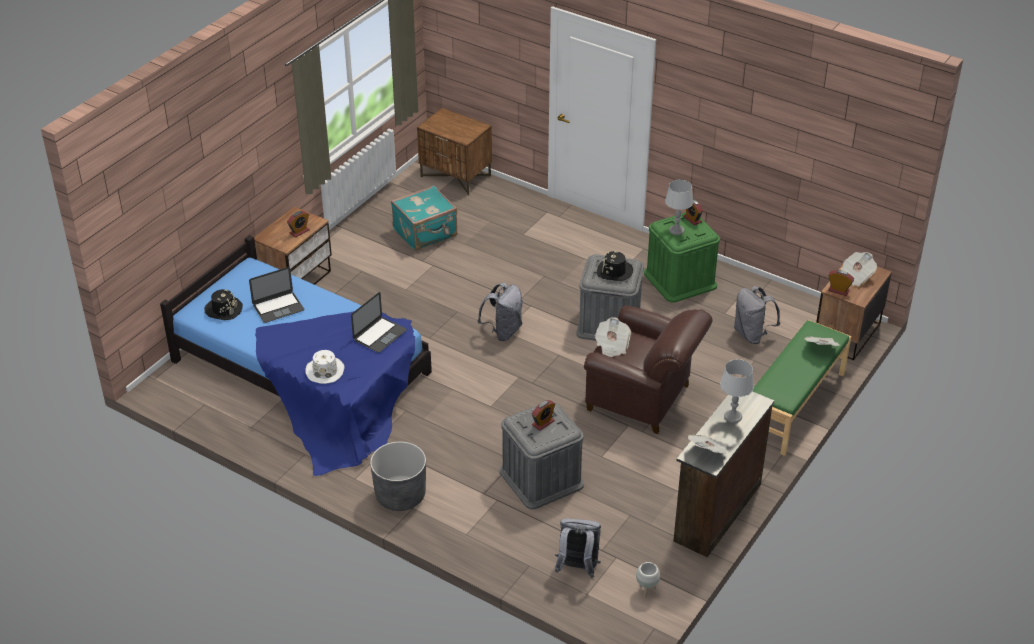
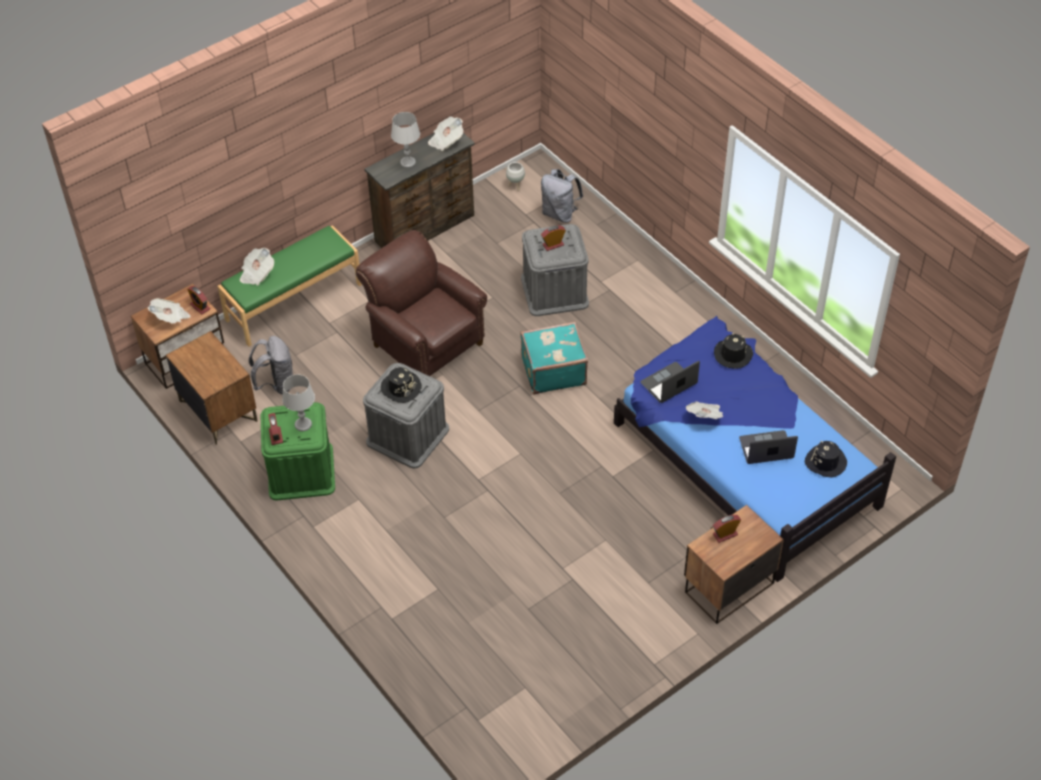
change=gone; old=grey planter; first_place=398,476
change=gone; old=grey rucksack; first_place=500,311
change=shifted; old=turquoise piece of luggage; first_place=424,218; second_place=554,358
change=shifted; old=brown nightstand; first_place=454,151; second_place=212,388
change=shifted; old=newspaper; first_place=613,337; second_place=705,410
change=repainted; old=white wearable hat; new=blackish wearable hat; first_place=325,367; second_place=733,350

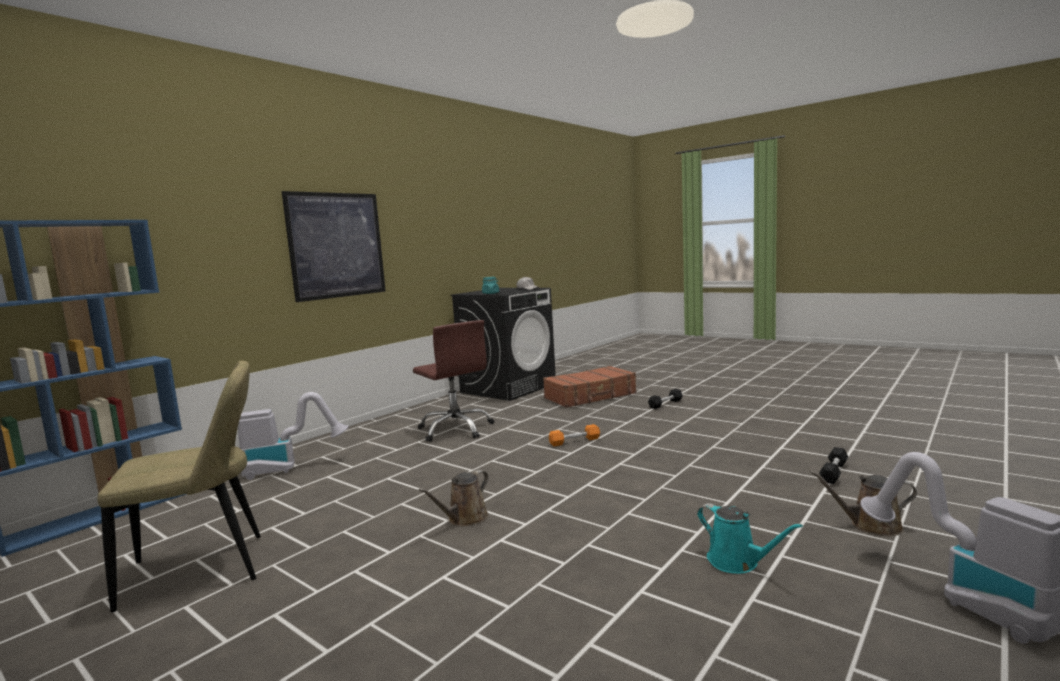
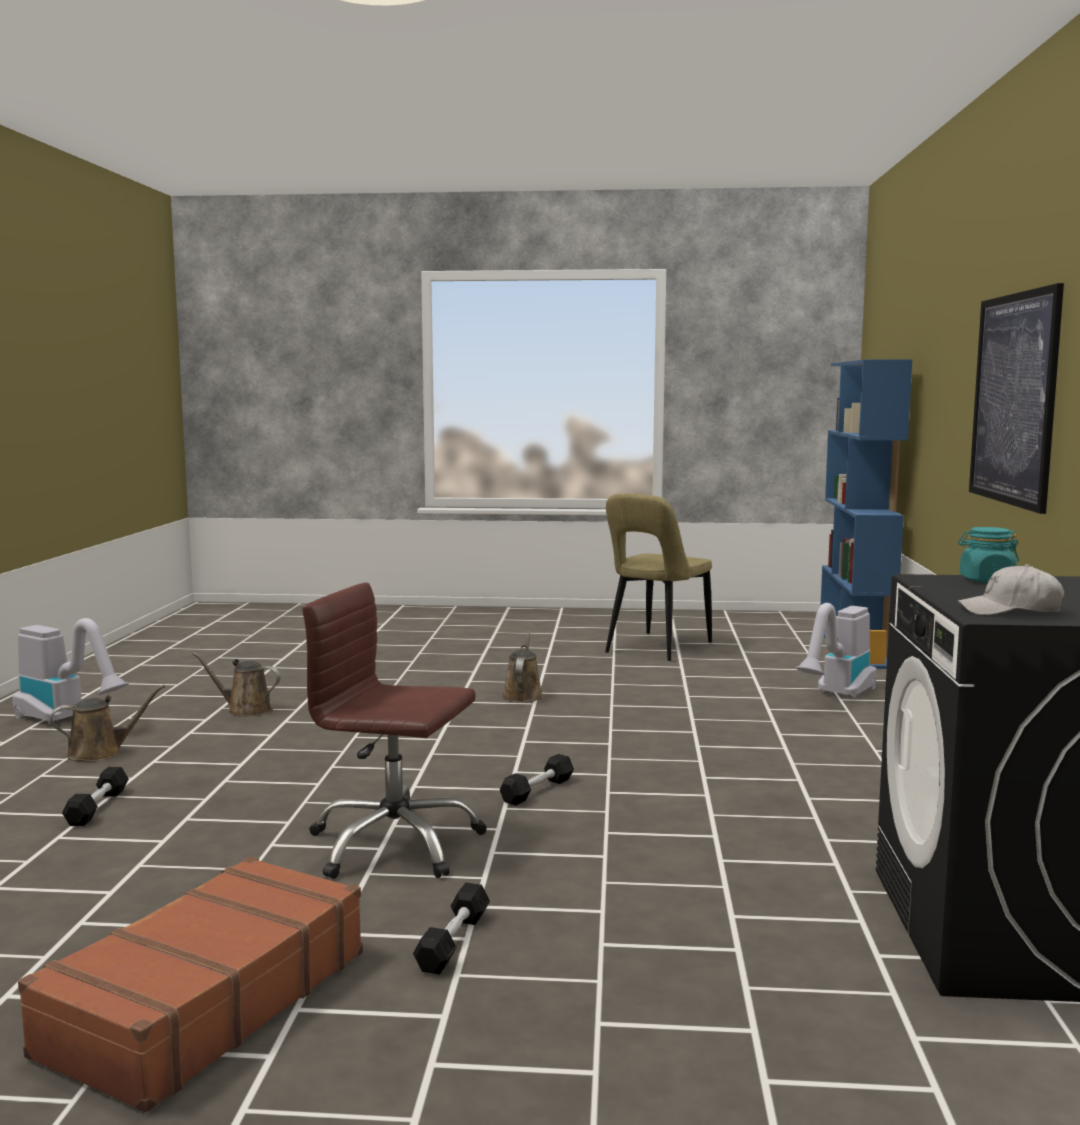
change=shifted; old=brown computer chair; first_place=453,381; second_place=394,730
change=shifted; old=brown piece of luggage; first_place=590,387; second_place=190,984
change=repainted; old=orange-coloured hand weight; new=blackish hand weight; first_place=574,435; second_place=537,779
change=repainted; old=turquoise sprinkling can; new=brown sprinkling can; first_place=750,538; second_place=236,684

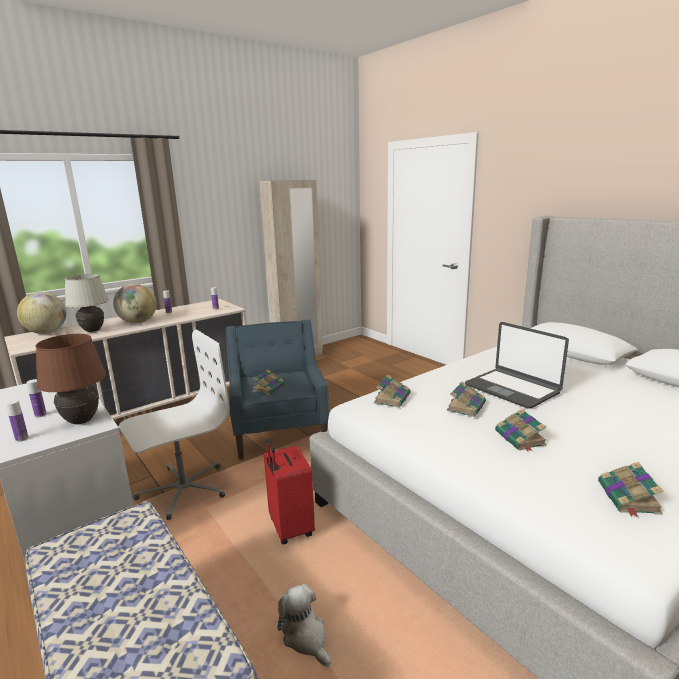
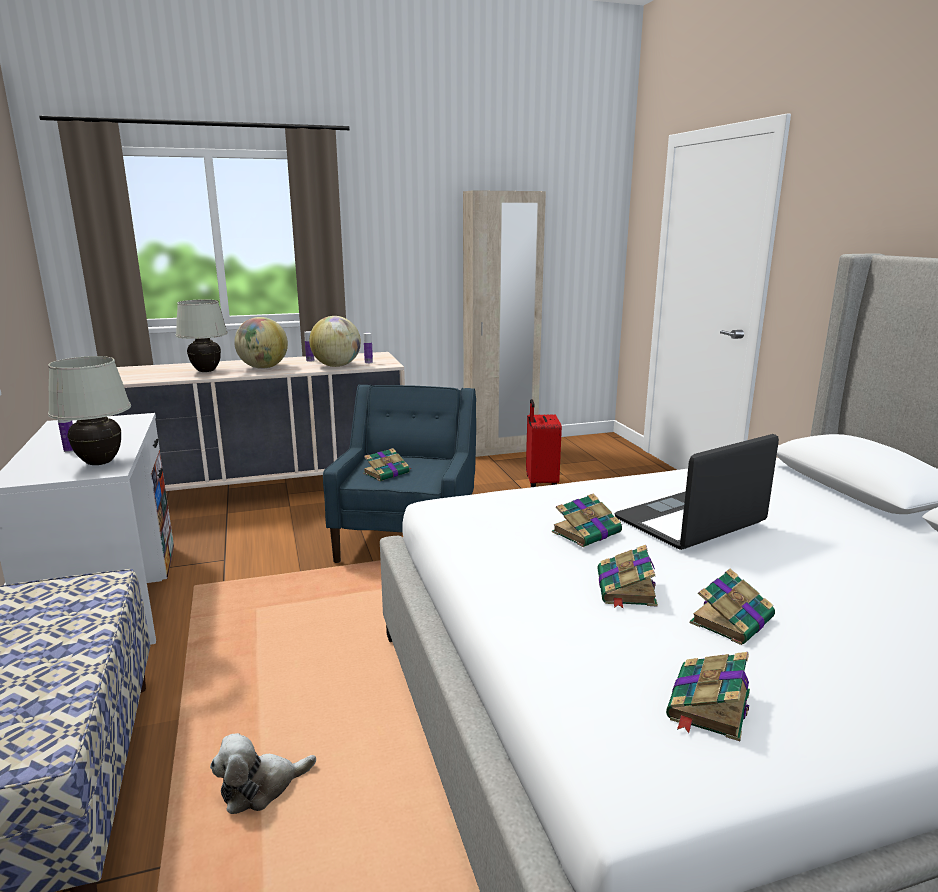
change=gone; old=drink bottle; first_place=17,421
change=gone; old=white computer chair; first_place=174,424
change=shifted; old=world globe; first_place=41,313; second_place=335,341
change=shifted; old=red piece of luggage; first_place=289,491; second_place=544,443
change=shifted; old=volume; first_place=392,391; second_place=732,607
change=repainted; old=brown table lamp; new=white table lamp; first_place=71,379; second_place=89,410
change=rotated; old=cuddly toy; first_place=304,625; second_place=263,773; degrees=-105
change=rotated; old=notebook computer; first_place=517,365; second_place=696,492; degrees=75

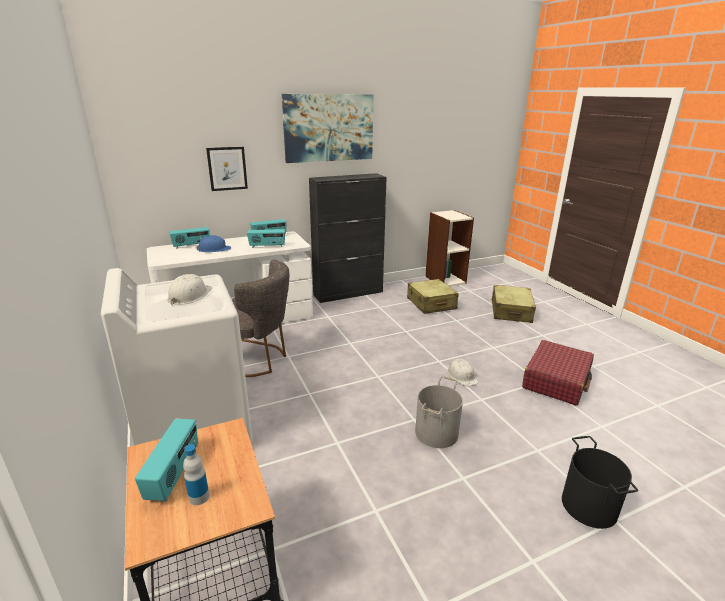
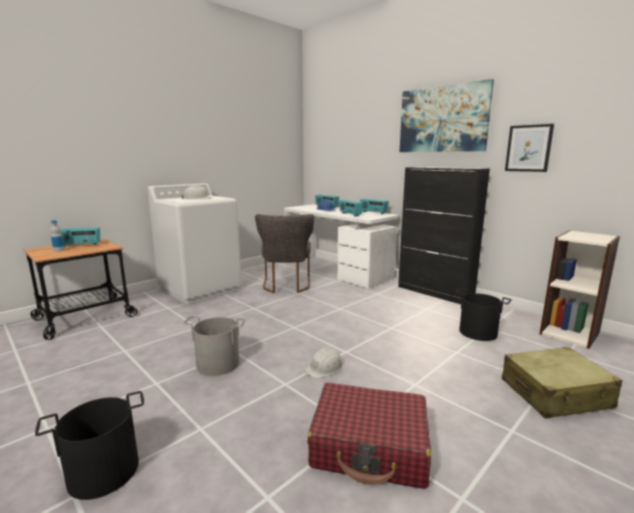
change=shifted; old=picture; first_place=227,169; second_place=529,148
change=swapped; old=sand-coloured piece of luggage; new=blackish bucket; first_place=433,296; second_place=483,315

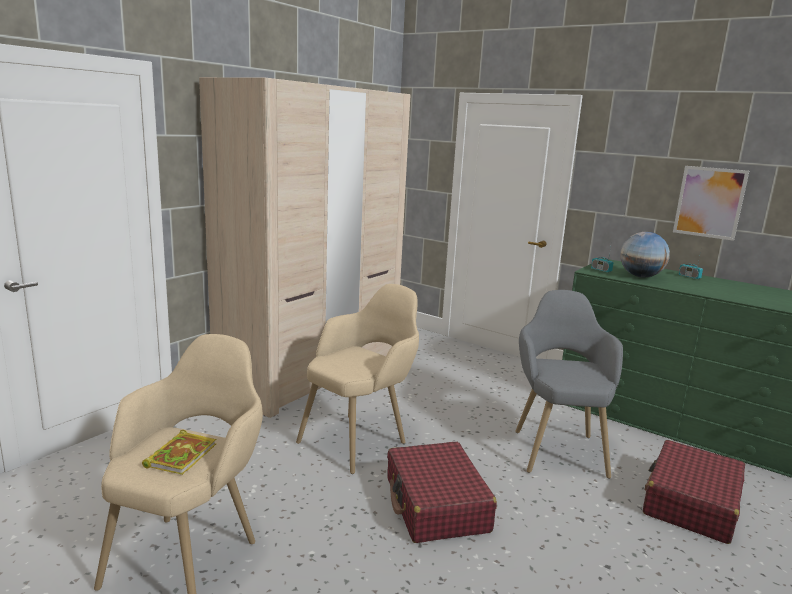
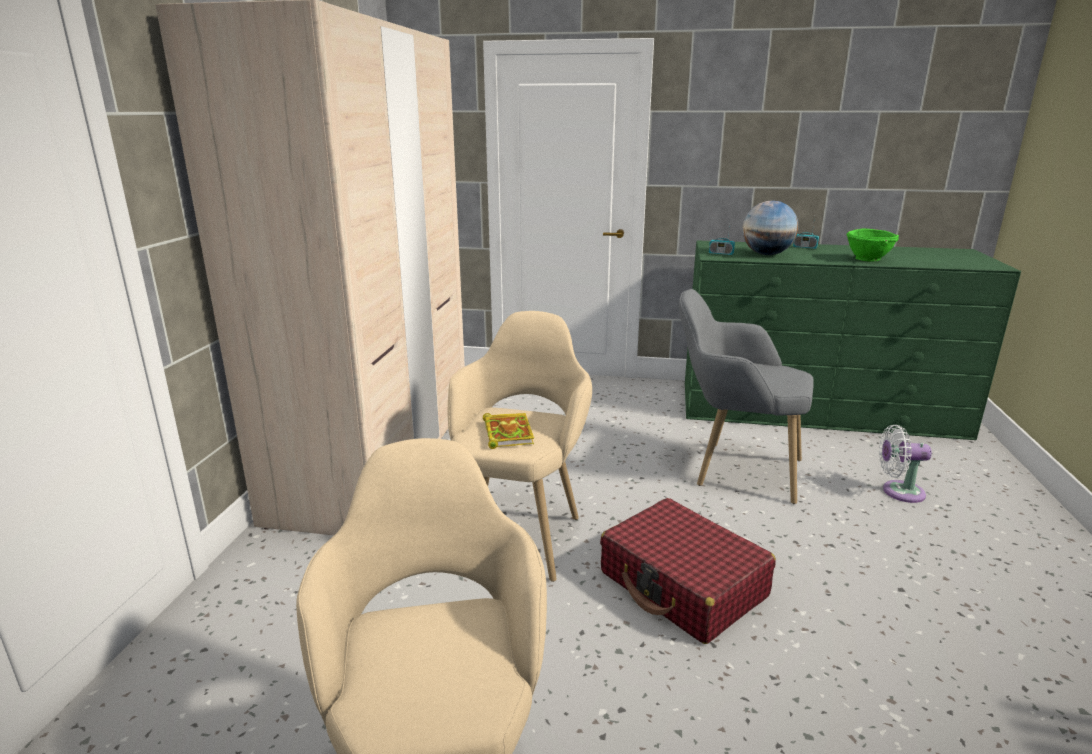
change=gone; old=picture; first_place=711,203
change=new; new=green serving bowl; second_place=873,245
change=shifted; old=volume; first_place=179,452; second_place=508,431
change=swapped; old=red piece of luggage; new=white electric fan; first_place=694,492; second_place=905,464
change=rotated; old=grey easy chair; first_place=569,384; second_place=746,396; degrees=-45

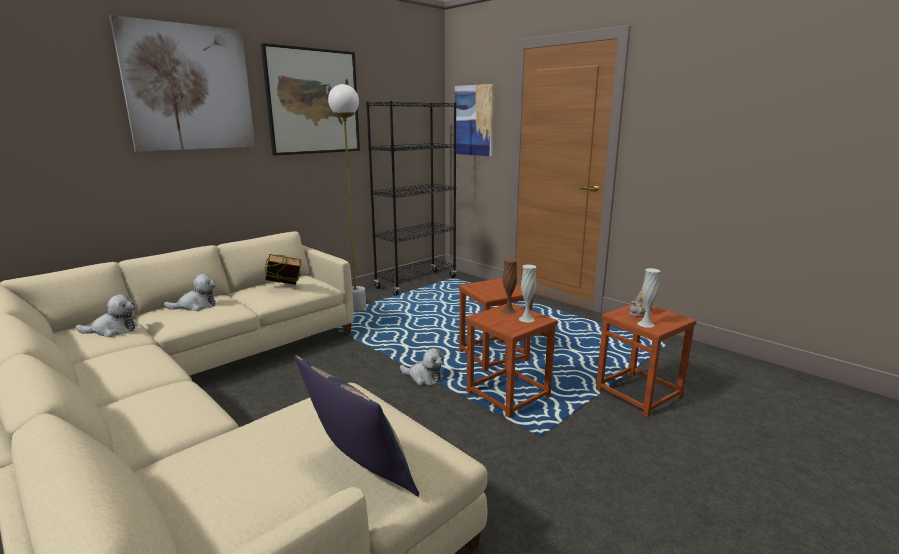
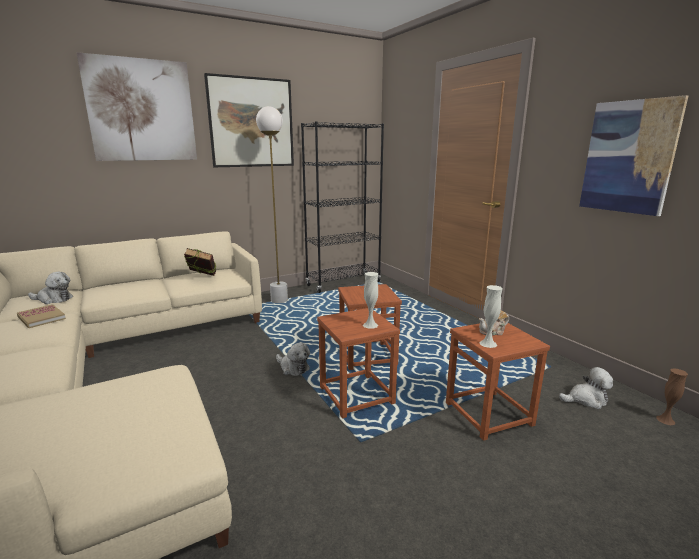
change=gone; old=throw pillow; first_place=357,426
change=new; new=volume; second_place=41,316
change=shifted; old=cuddly toy; first_place=190,292; second_place=586,388
change=shifted; old=picture; first_place=474,120; second_place=633,155
change=shifted; old=brown vase; first_place=509,287; second_place=672,396

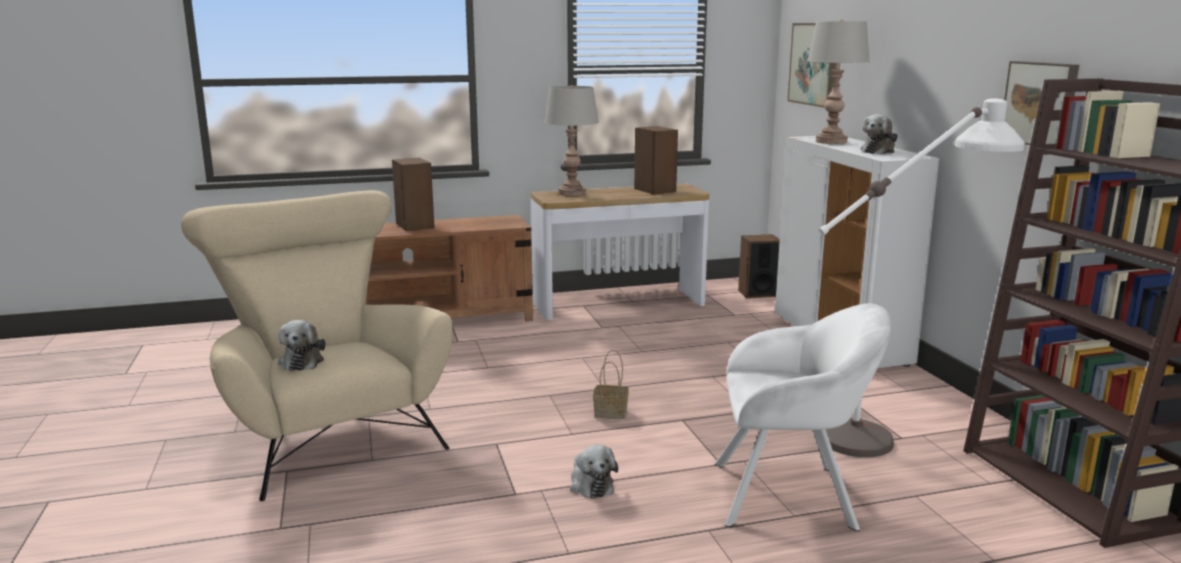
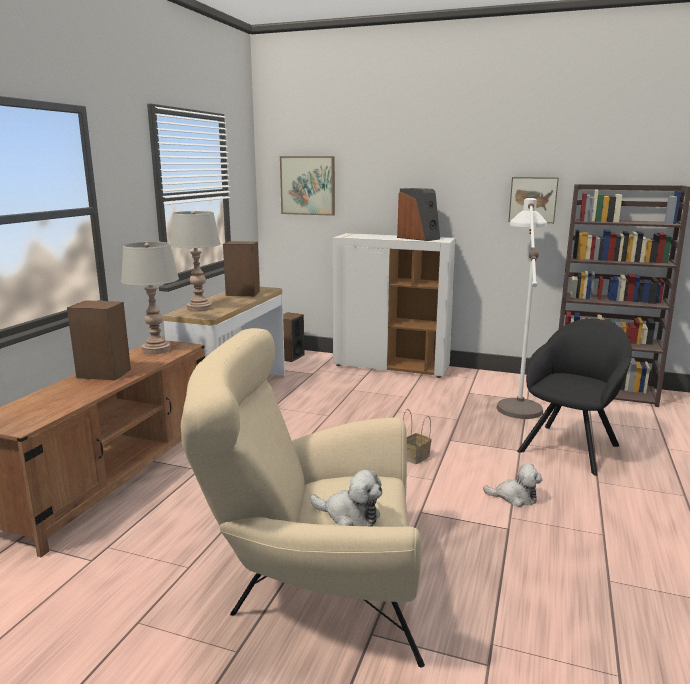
change=shifted; old=grey table lamp; first_place=838,81; second_place=150,298
change=swapped; old=cuddly toy; new=audio speaker; first_place=879,134; second_place=418,214
change=repainted; old=white easy chair; new=blackish easy chair; first_place=803,417; second_place=574,397

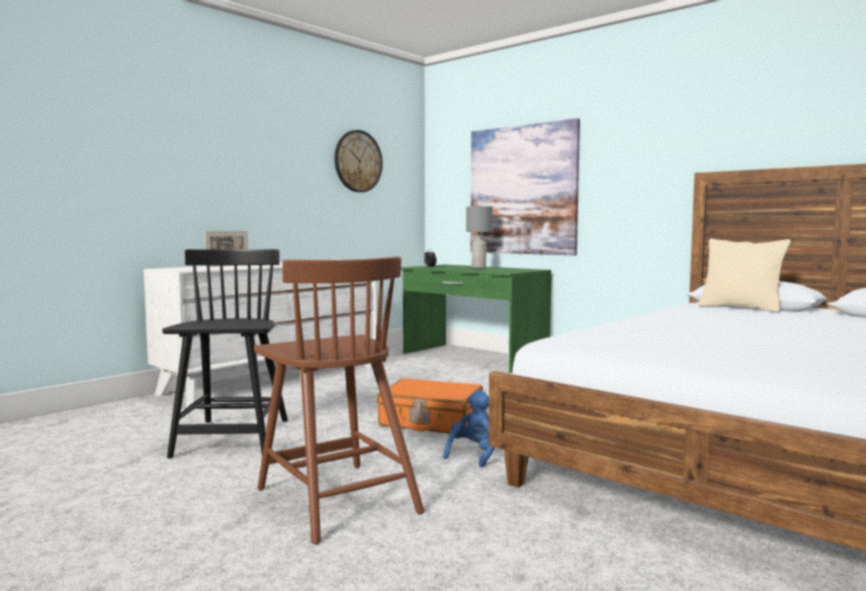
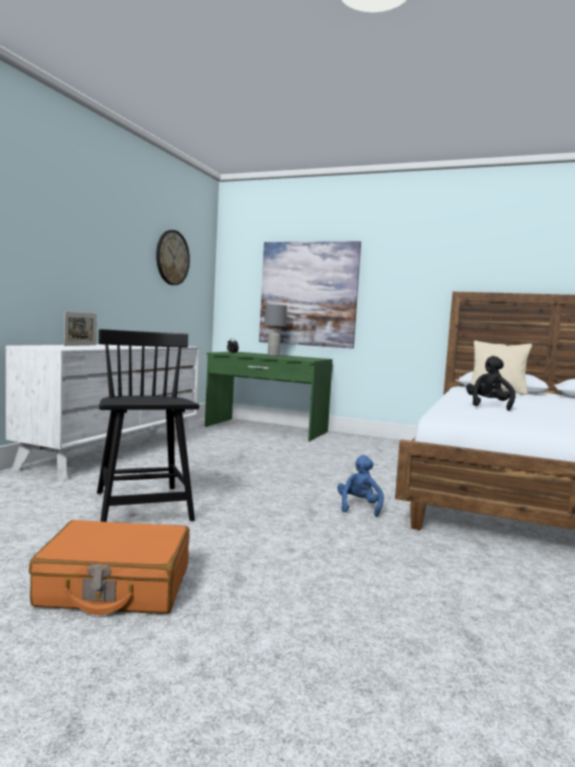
change=gone; old=brown upright chair; first_place=339,400
change=new; new=blackish cuddly toy; second_place=491,383
change=shifted; old=orange-coloured piece of luggage; first_place=430,406; second_place=109,567

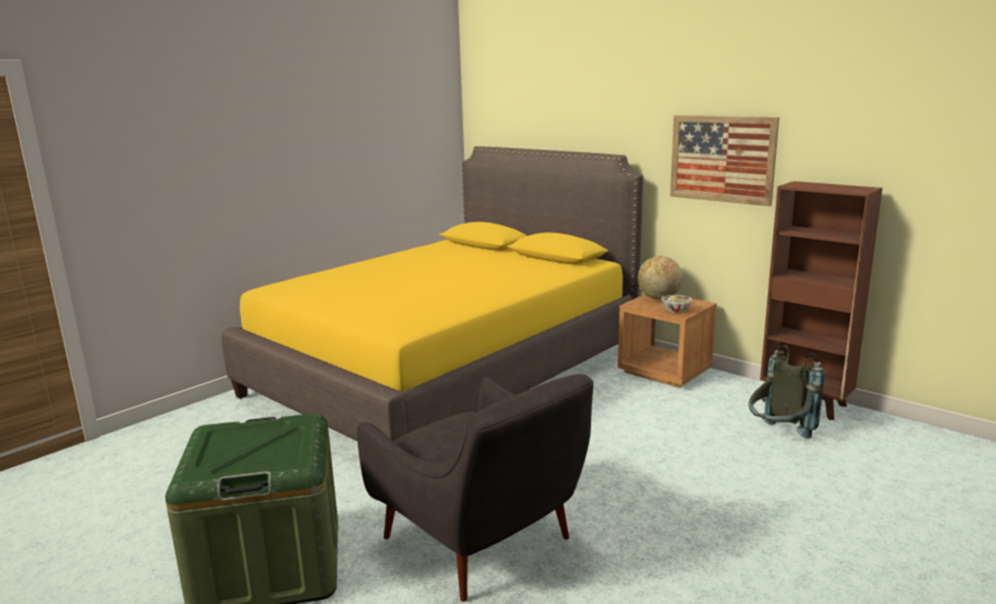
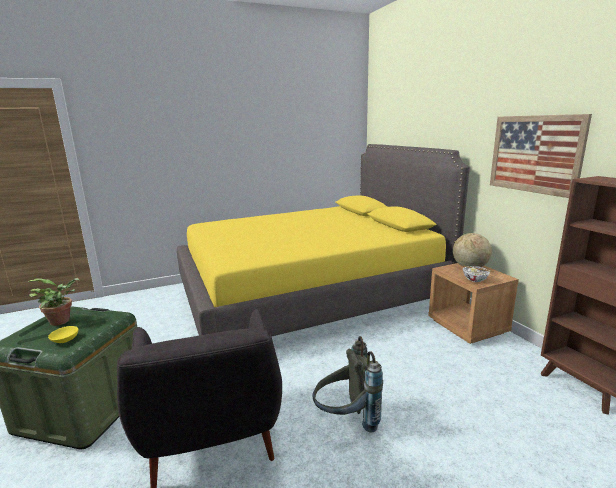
change=new; new=houseplant; second_place=53,302
change=new; new=yellow serving bowl; second_place=63,334
change=shifted; old=grey rucksack; first_place=786,392; second_place=347,384

